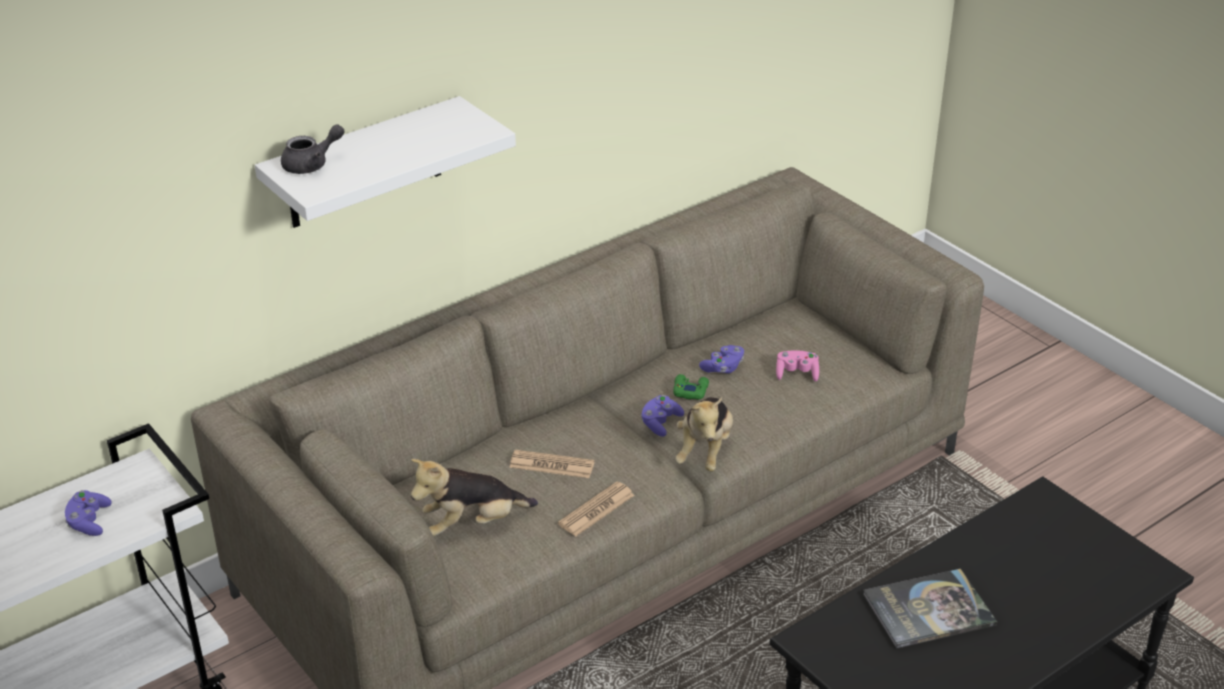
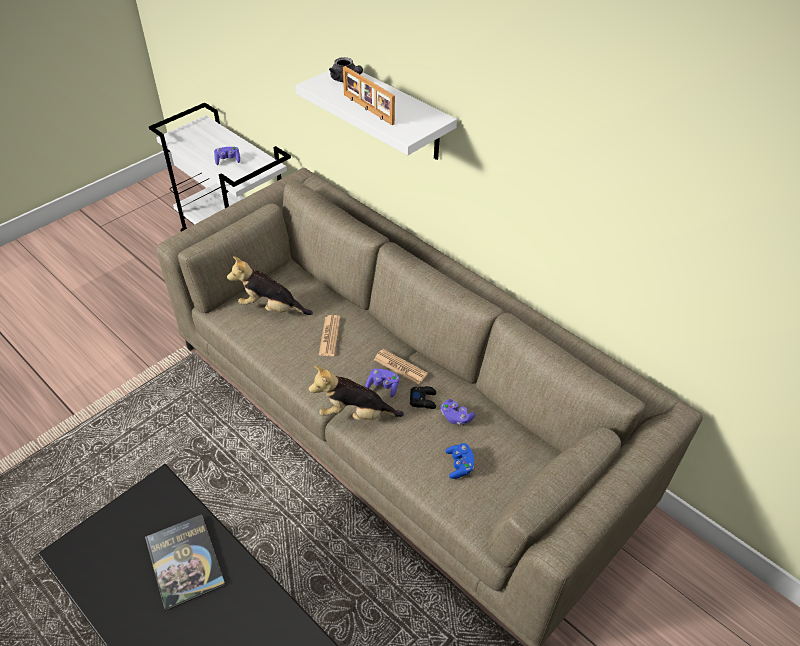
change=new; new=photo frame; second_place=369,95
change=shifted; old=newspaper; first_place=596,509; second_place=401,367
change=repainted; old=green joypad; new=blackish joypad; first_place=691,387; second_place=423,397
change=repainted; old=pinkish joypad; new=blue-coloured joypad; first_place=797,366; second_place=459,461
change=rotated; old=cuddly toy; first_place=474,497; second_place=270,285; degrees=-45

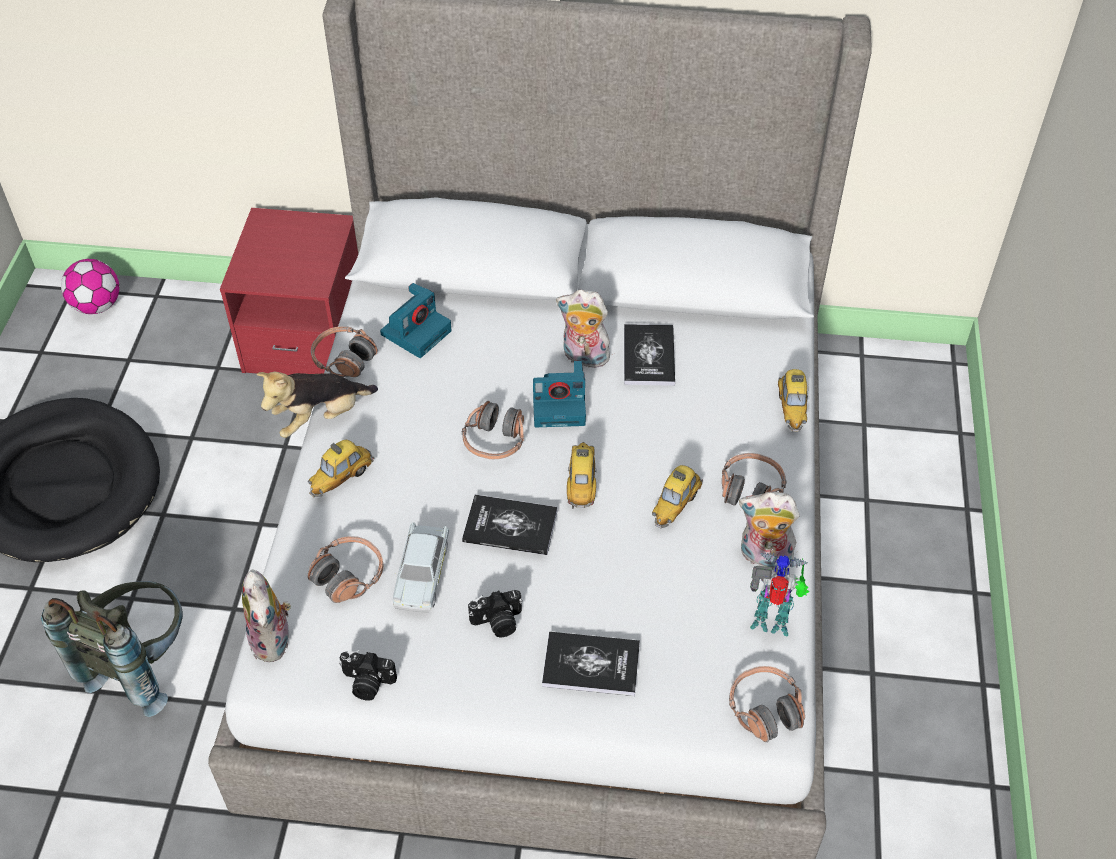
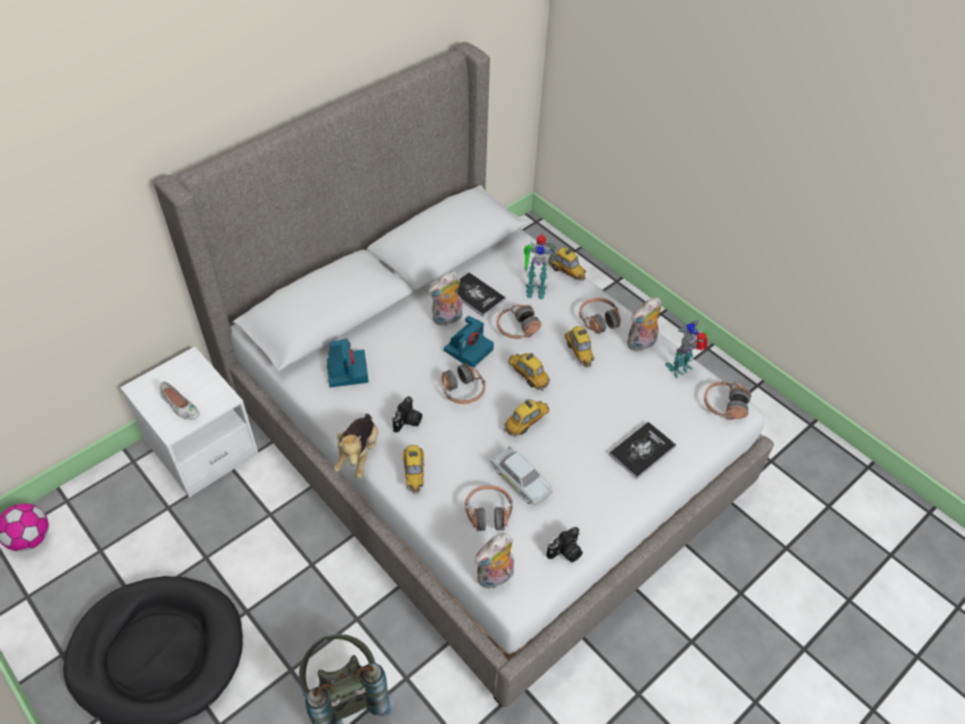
change=new; new=white item of footwear; second_place=180,400
change=new; new=robot figure; second_place=540,266
change=shifted; old=pair of headphones; first_place=344,351; second_place=519,321
change=shifted; old=still camera; first_place=495,613; second_place=407,414
change=swapped; old=volume; new=miniature car; first_place=509,525; second_place=527,418
change=repainted; old=red nightstand; new=white nightstand; first_place=289,291; second_place=189,422
change=rotated; old=cuddly toy; first_place=266,615; second_place=494,561; degrees=120

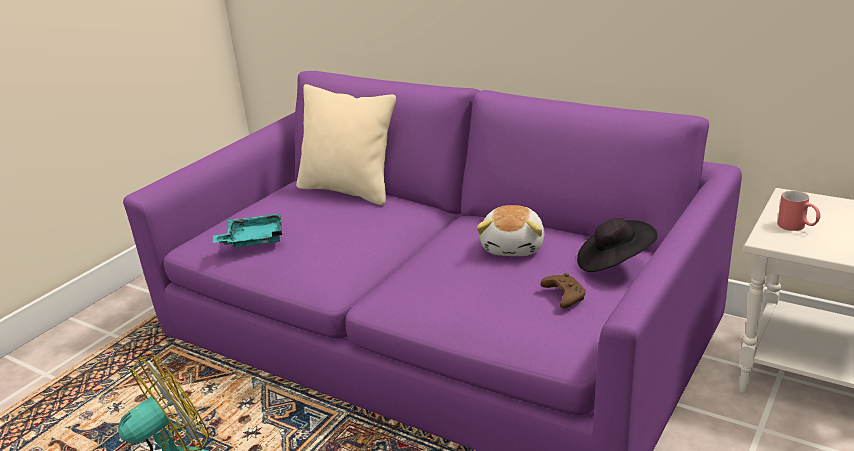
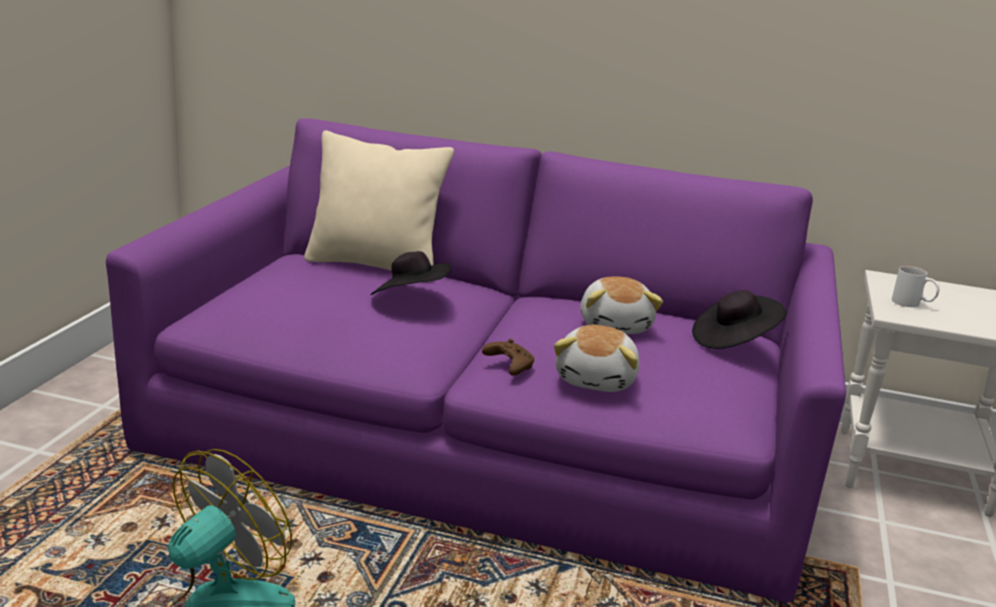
change=gone; old=turquoise carrying tray; first_place=247,230
change=new; new=blackish wearable hat; second_place=410,273
change=new; new=cuddly toy; second_place=597,358
change=shifted; old=brown joypad; first_place=563,290; second_place=508,357
change=repainted; old=red tea mug; new=white tea mug; first_place=799,210; second_place=915,286

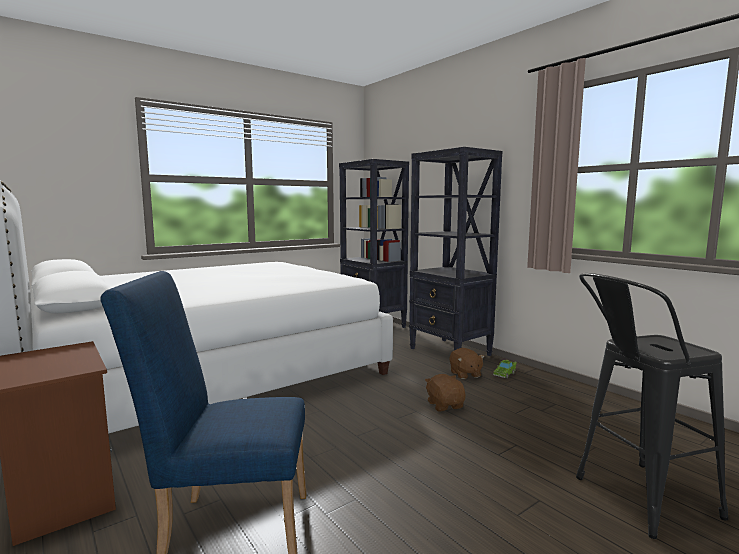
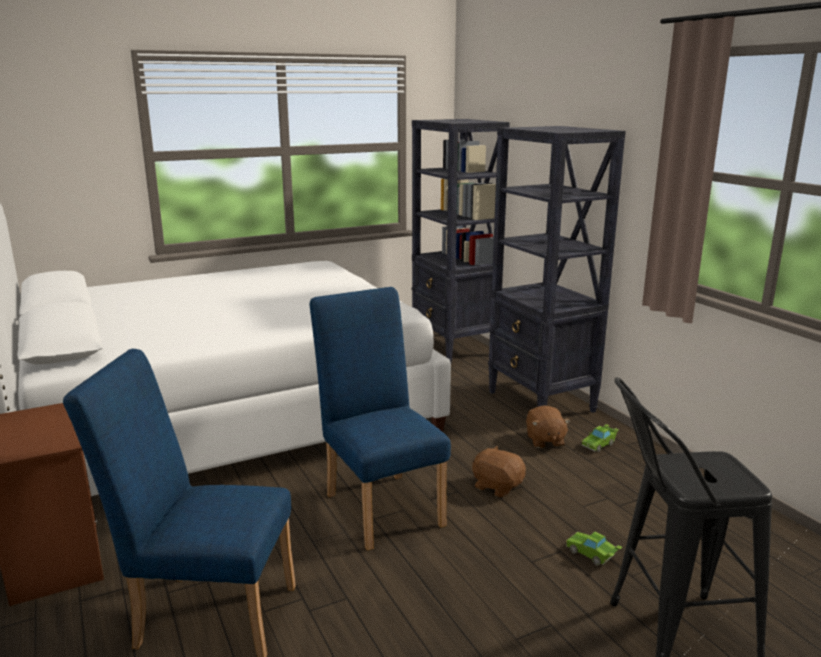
change=new; new=blue-coloured upright chair; second_place=380,419
change=new; new=green miniature car; second_place=594,548
change=rotated; old=brown cuddly toy; first_place=445,393; second_place=499,472; degrees=-45

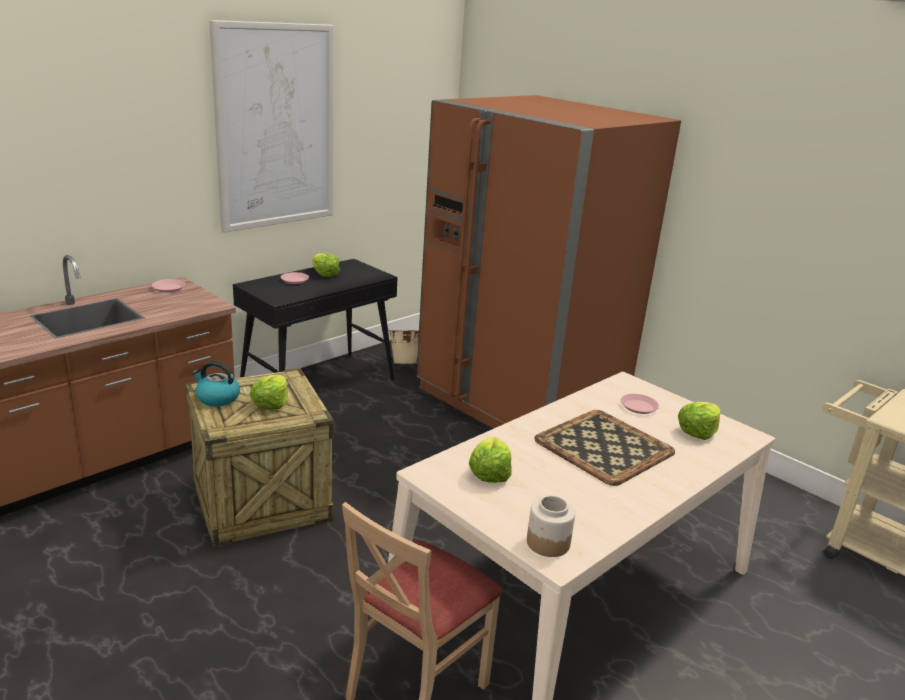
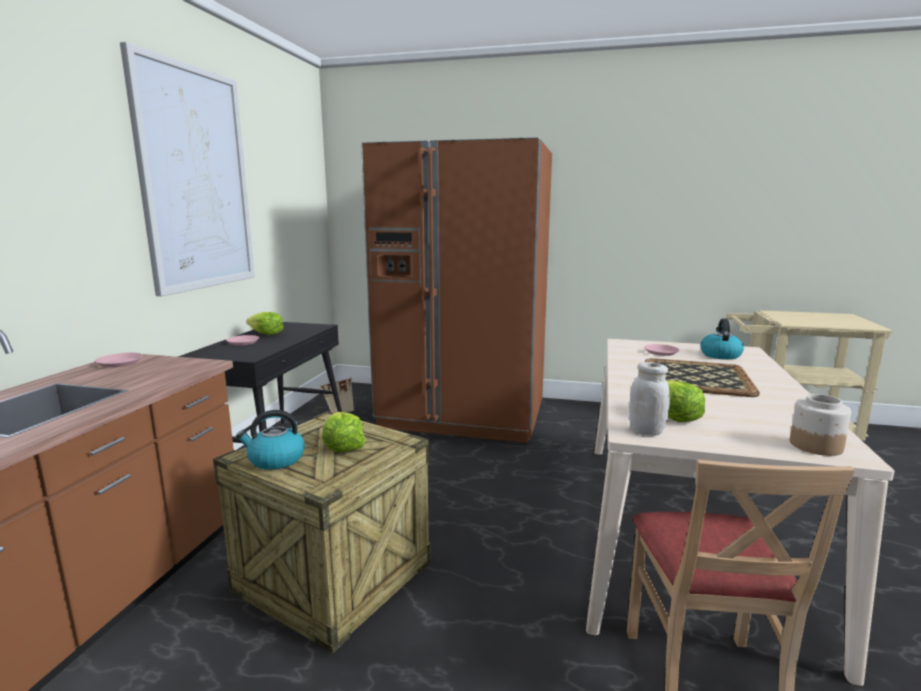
change=new; new=white storage jar; second_place=649,399
change=swapped; old=lettuce; new=water kettle; first_place=699,421; second_place=722,339

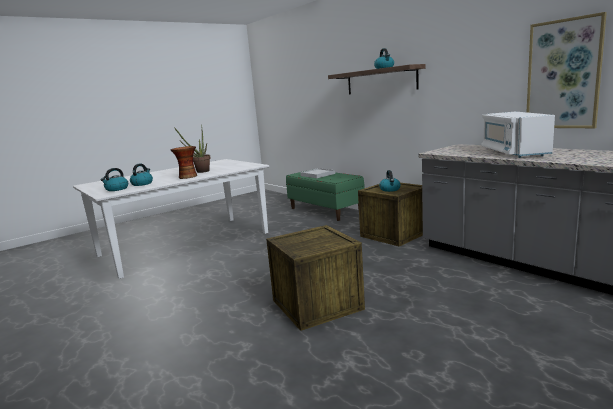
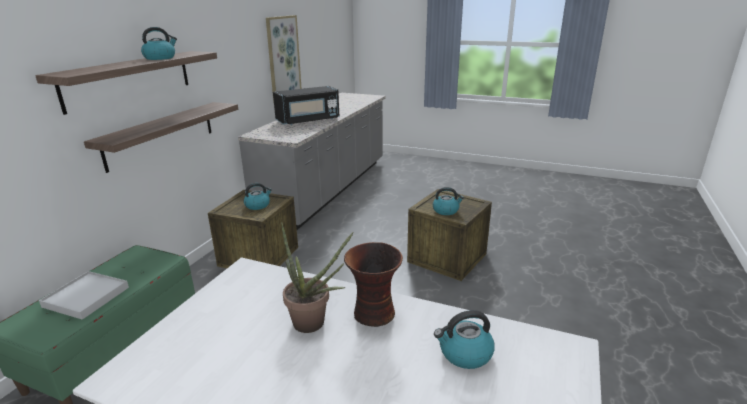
change=new; new=bracket shelf; second_place=161,137
change=shifted; old=water kettle; first_place=114,179; second_place=448,201
change=repainted; old=white microwave; new=blackish microwave; first_place=518,135; second_place=306,105

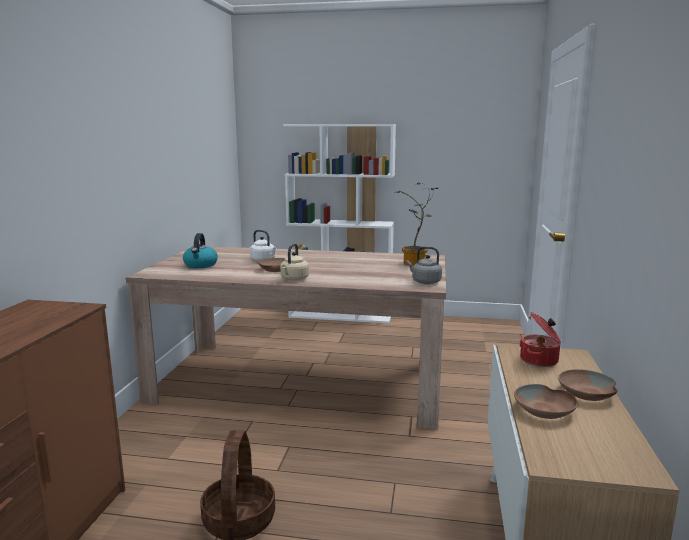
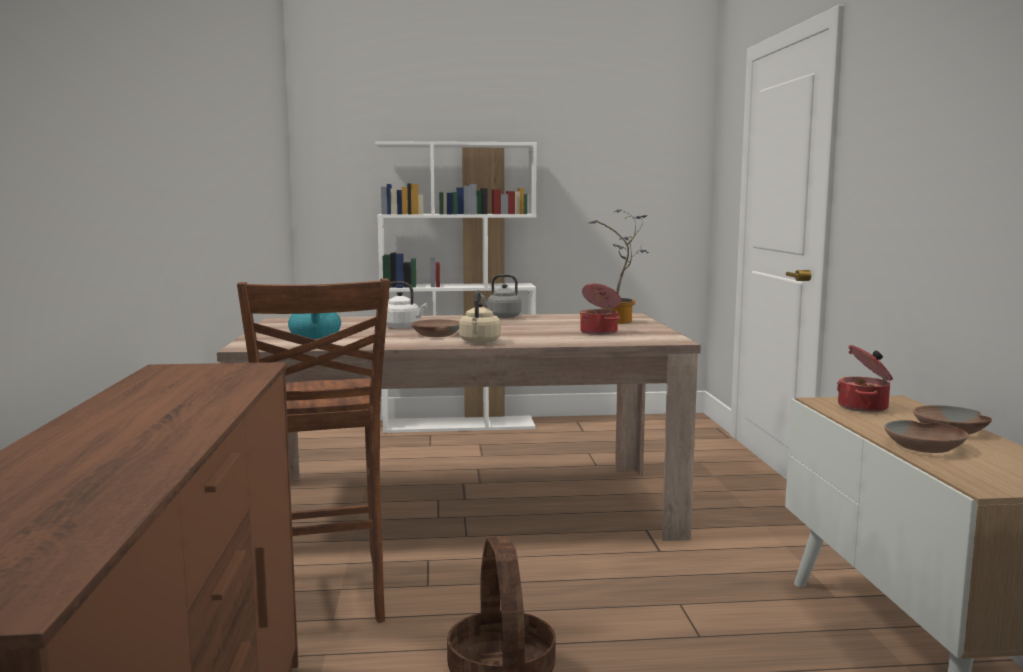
change=new; new=brown stool seat; second_place=313,450
change=new; new=cooking pot; second_place=600,309
change=shifted; old=grey water kettle; first_place=424,265; second_place=501,296

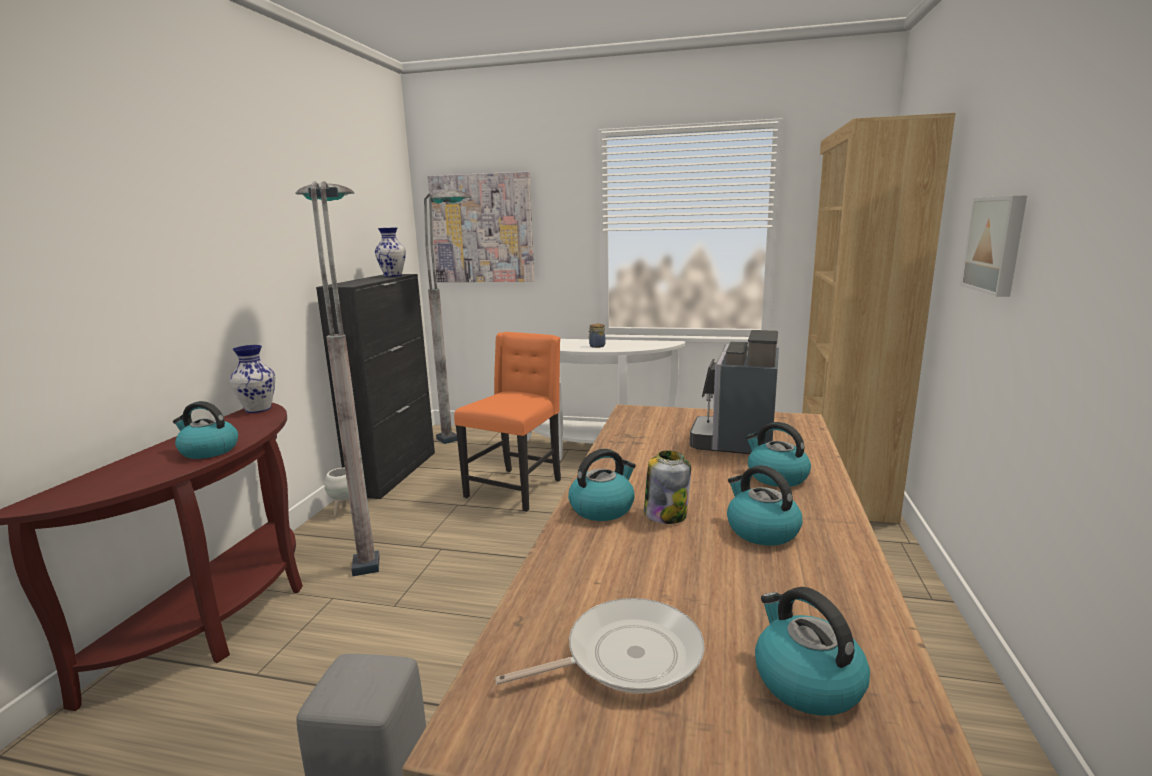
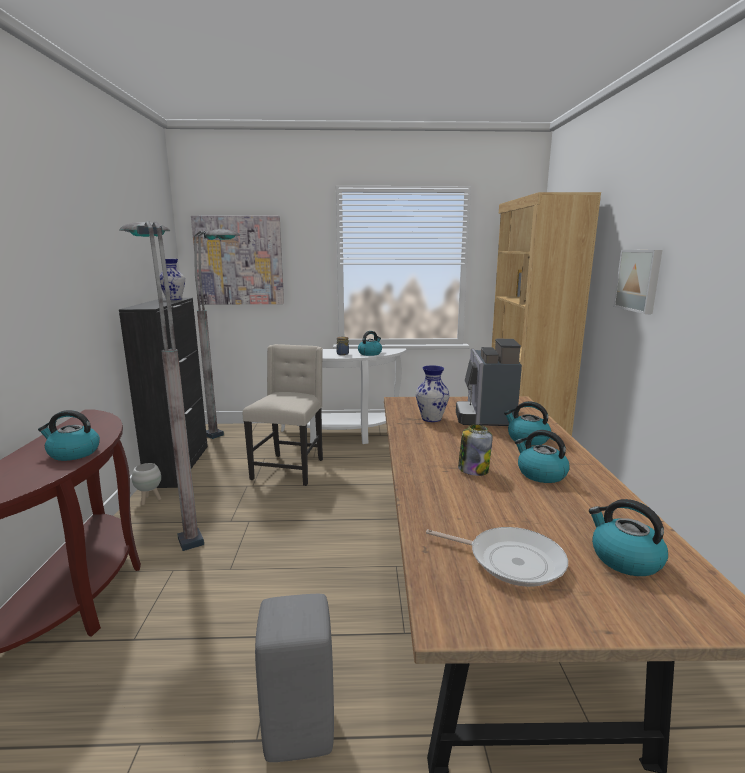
change=shifted; old=vase; first_place=253,379; second_place=433,393
change=shifted; old=water kettle; first_place=602,485; second_place=370,343
change=repainted; old=orange-coloured upright chair; new=sand-coloured upright chair; first_place=507,422; second_place=283,415
change=rotated; old=pan; first_place=600,646; second_place=497,557; degrees=60

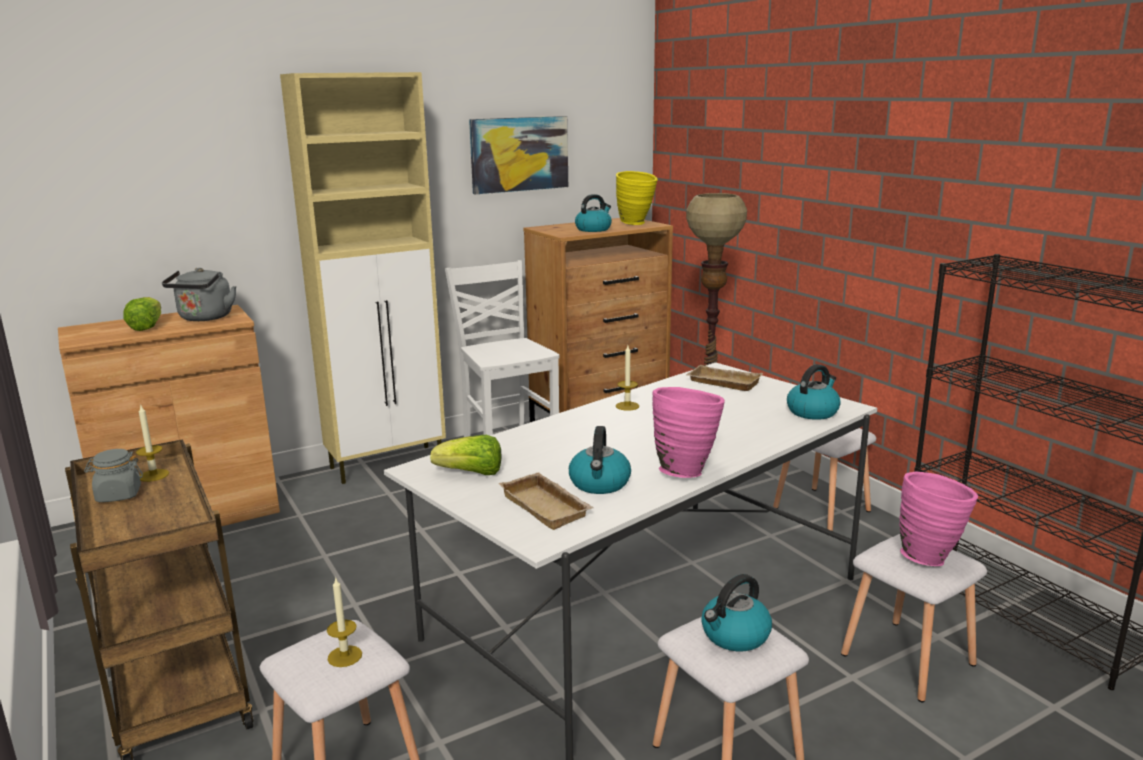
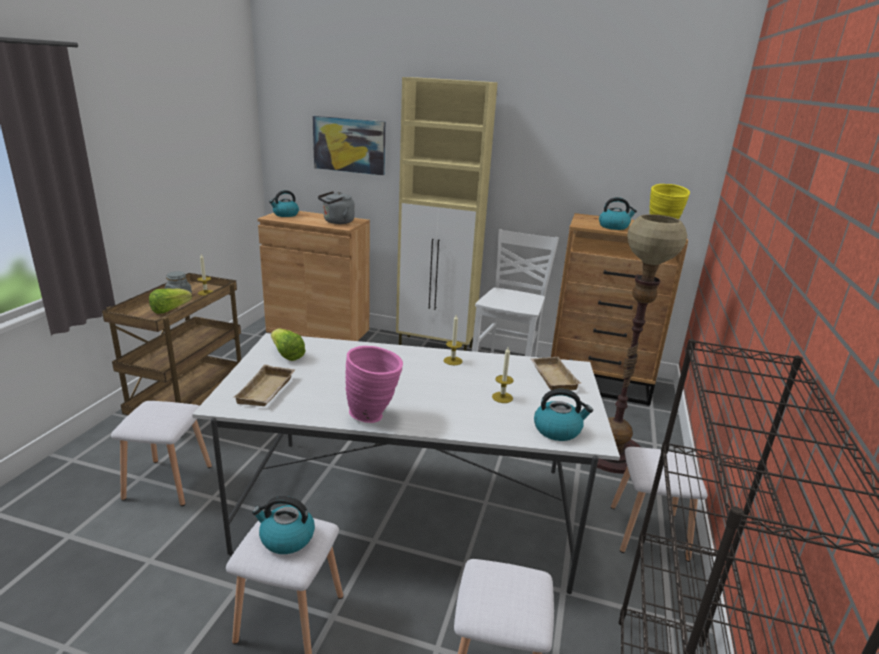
change=gone; old=pinkish vase; first_place=938,519
change=shifted; old=lettuce; first_place=142,314; second_place=170,301
change=shifted; old=wax candle; first_place=344,622; second_place=503,375
change=shifted; old=picture; first_place=518,155; second_place=348,145
change=shifted; old=water kettle; first_place=600,460; second_place=284,203

